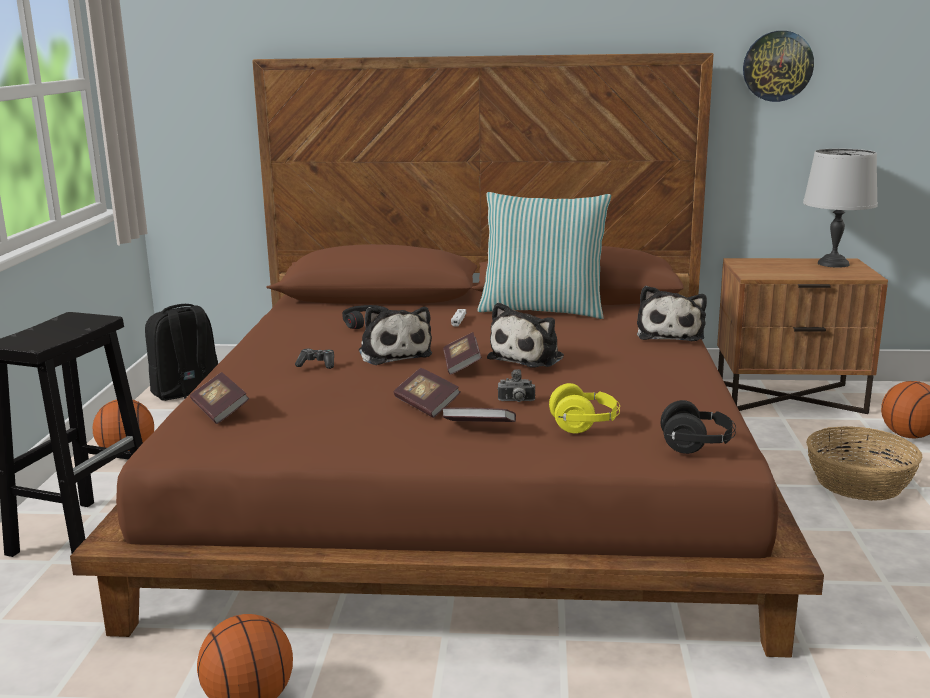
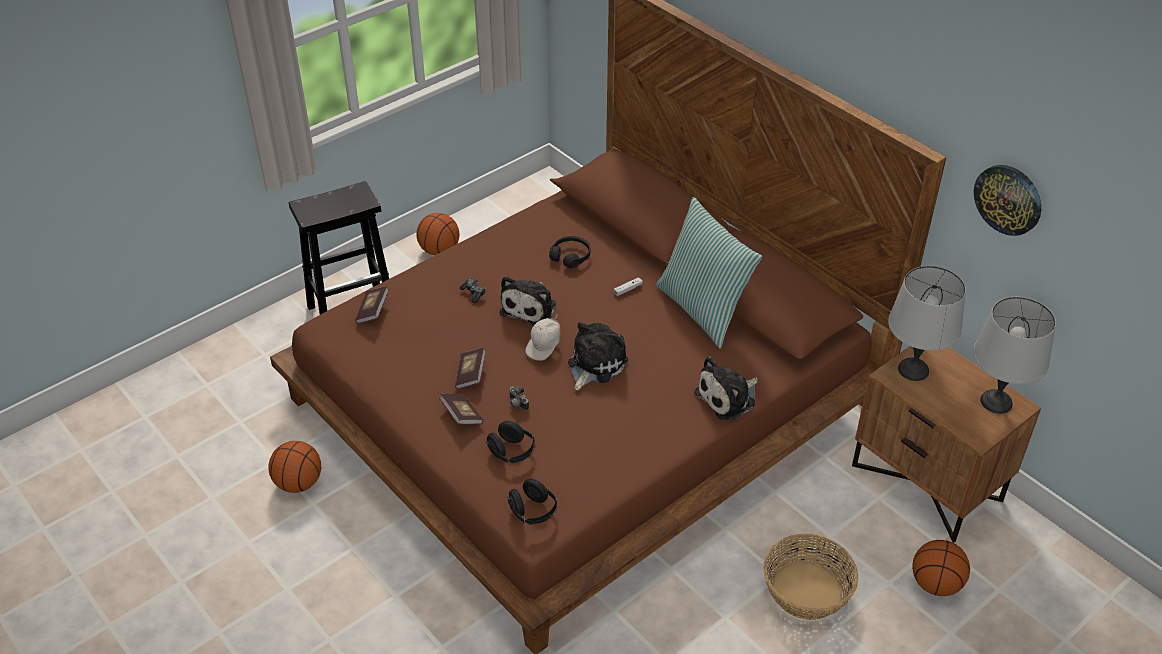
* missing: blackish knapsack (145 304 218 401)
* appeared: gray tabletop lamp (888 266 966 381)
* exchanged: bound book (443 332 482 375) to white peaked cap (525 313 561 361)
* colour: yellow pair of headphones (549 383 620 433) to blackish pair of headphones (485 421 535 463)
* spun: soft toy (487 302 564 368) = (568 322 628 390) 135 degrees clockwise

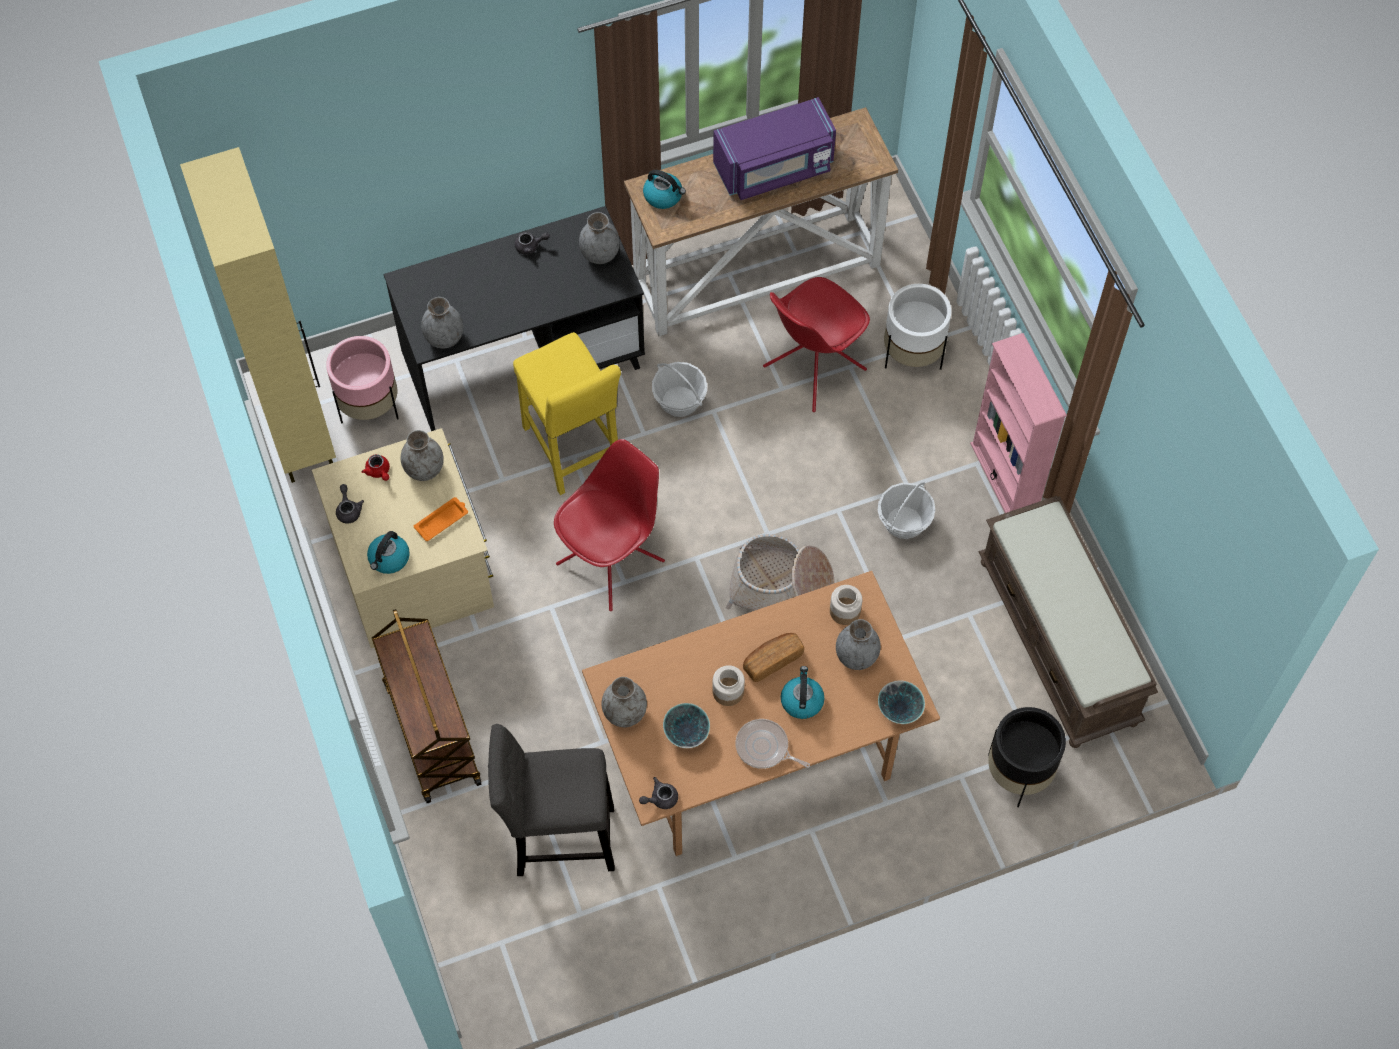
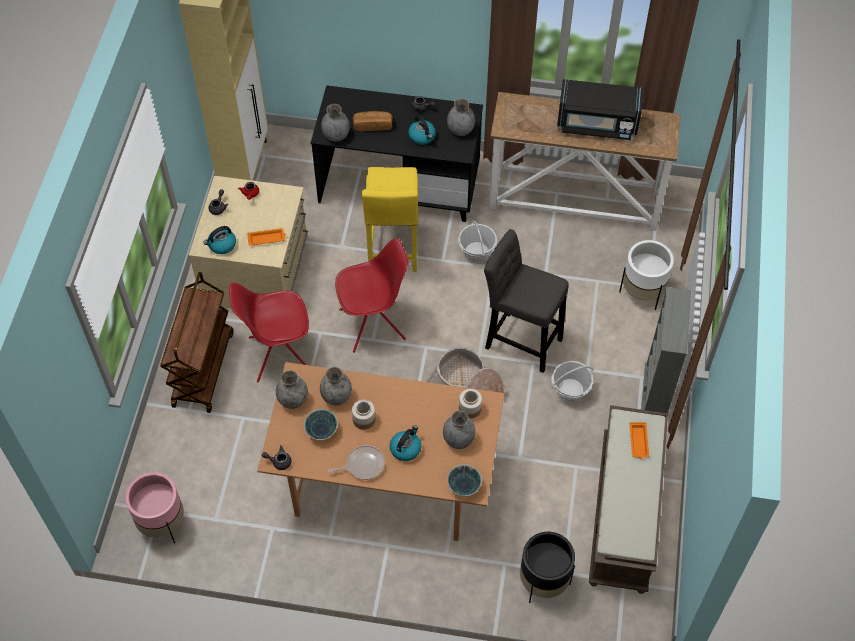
* appeared: orange serving tray (629 422 649 459)
* relocated: pinkish plant pot (326 336 399 423) to (125 472 184 543)
* relocated: gray vase (401 430 444 481) to (320 367 352 405)
* relocated: gray stool (488 724 615 876) to (484 229 569 373)
* relocated: kettle (643 170 686 209) to (408 116 436 145)
* relocated: bakery bread (743 633 804 682) to (353 111 393 131)
* relocated: red chair (763 277 870 412) to (229 283 309 382)
* colour: purple-coloured microwave oven (713 97 836 200) to blackish microwave oven (557 79 643 140)
* colour: pinkish bookcase (970 333 1067 513) to gray bookcase (641 287 691 413)
* spun: pan (736 719 810 769) = (328 445 385 480) 105 degrees clockwise

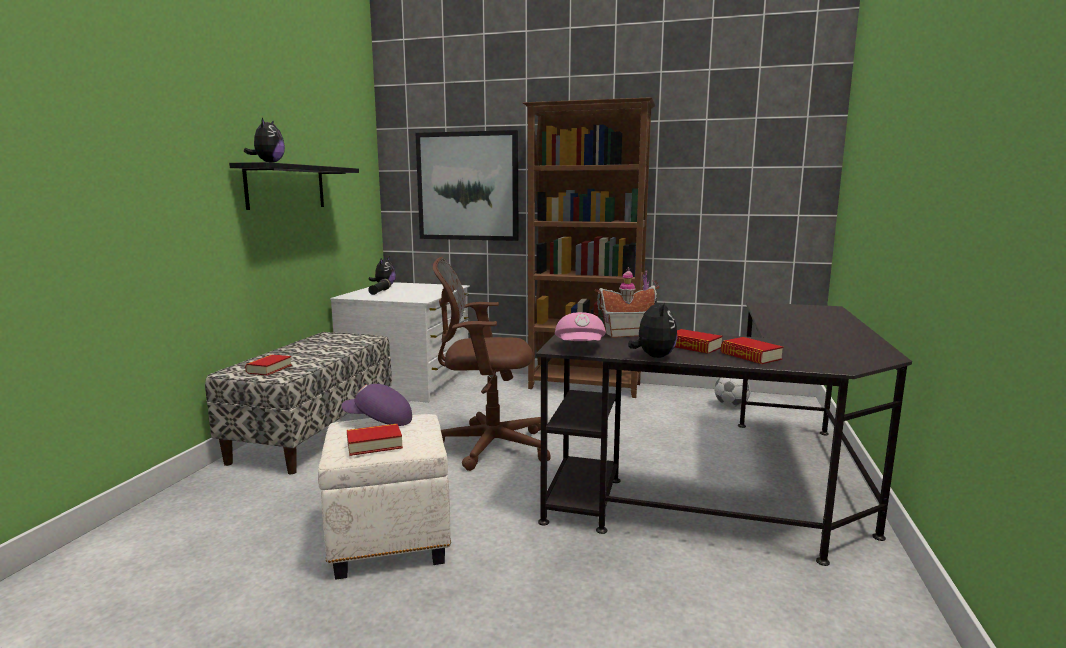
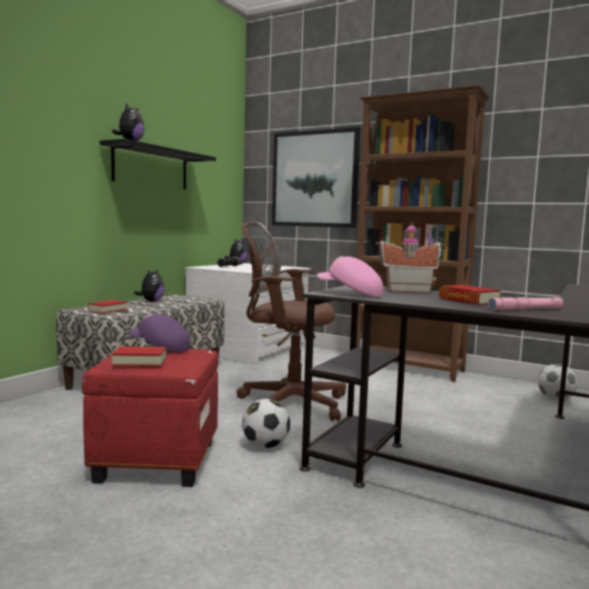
* appeared: ball for football (242 399 290 448)
* relocated: soft toy (628 298 677 358) to (134 269 164 302)
* exchanged: bound book (721 337 783 364) to pinkish hand torch (488 297 563 310)
* colour: white ottoman (318 414 451 580) to red ottoman (82 349 218 487)
* spun: pinkish peaked cap (555 312 606 341) = (317 256 384 297) 105 degrees clockwise

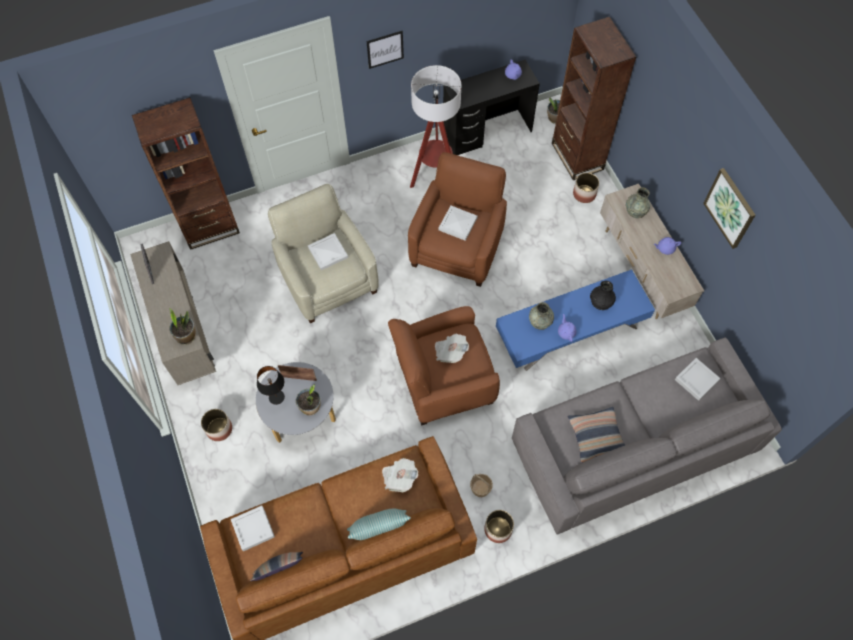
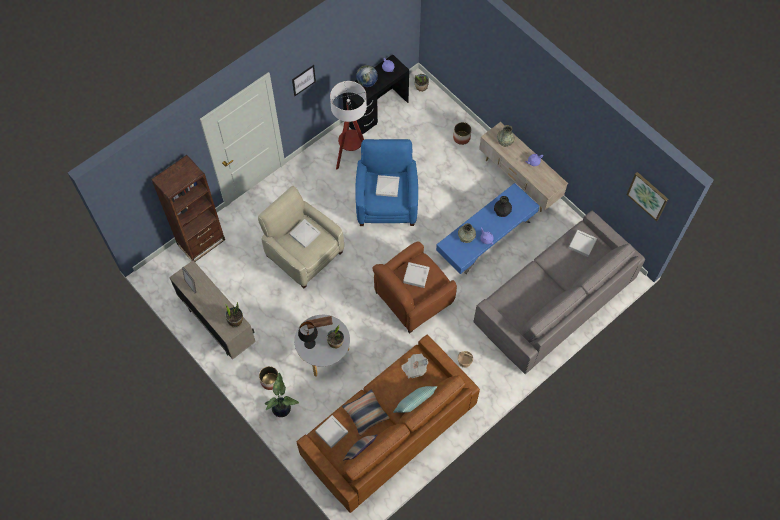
* missing: plant pot (484 510 514 543)
* missing: brown bookcase (552 17 636 180)
* appeared: houseplant (265 372 299 417)
* appeared: desk globe (356 65 378 87)
* relocated: pillow (568 407 625 463) to (342 389 390 436)
* relocated: picture (703 168 755 249) to (627 172 668 221)
* exchanged: printed paper (435 334 469 363) to gray serving tray (403 262 430 288)
* colour: brown armchair (408 152 507 287) to bluish armchair (355 139 418 226)

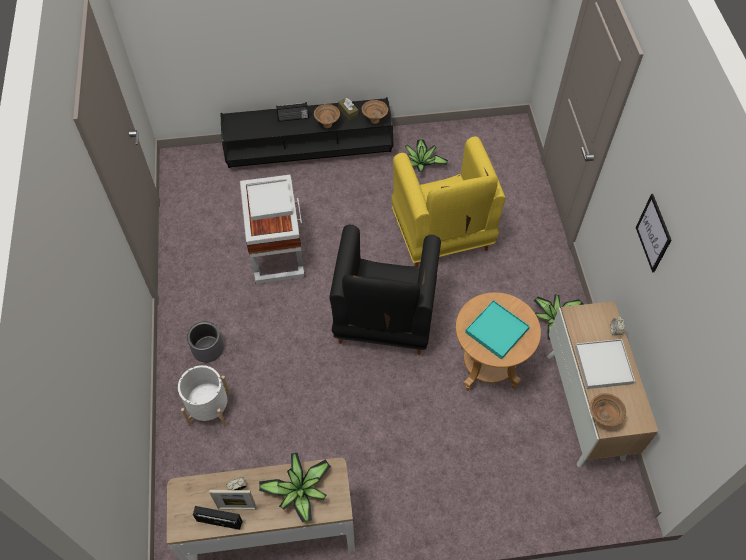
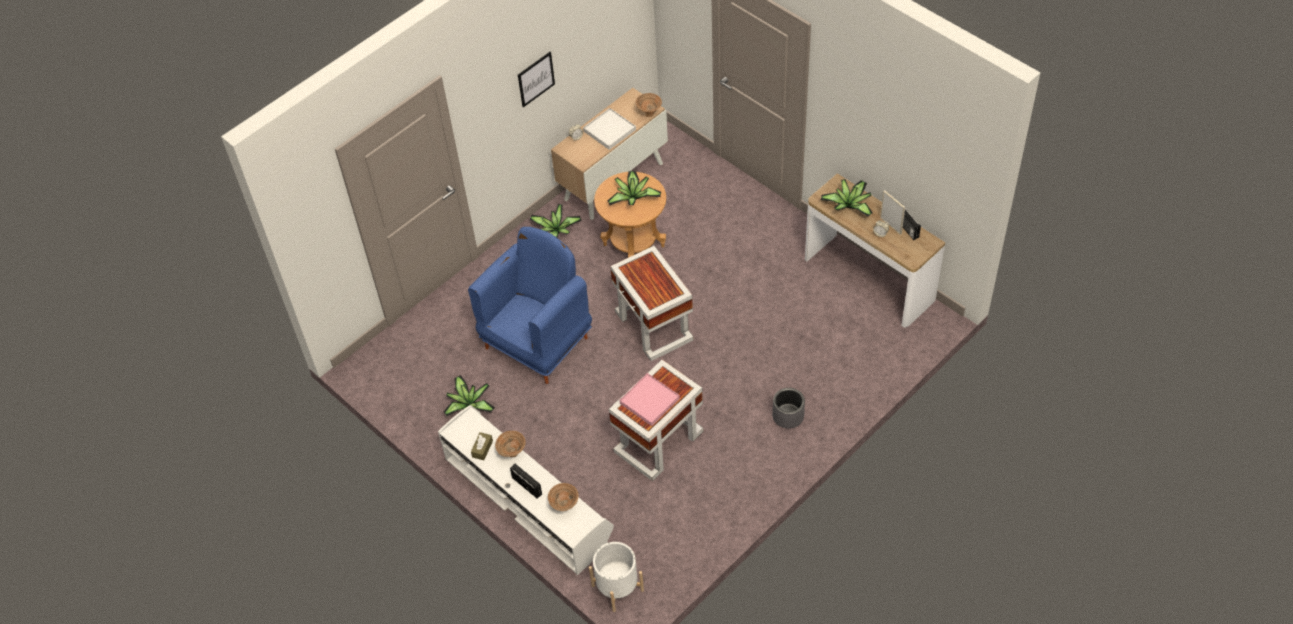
* relocated: white plant pot (178 365 230 427) to (589 542 644 612)
* relocated: brown serving bowl (361 100 388 124) to (548 483 579 511)
* exchanged: blackish armchair (329 225 441 355) to white side table (610 246 694 361)
* exchanged: turquoise serving tray (465 300 530 360) to houseplant (607 171 661 205)
* colour: blackish tv stand (221 97 393 168) to white tv stand (438 405 614 575)
* colour: white serving tray (247 179 293 221) to pinkish serving tray (620 373 680 426)
* colour: yellow armchair (391 137 506 266) to bluish armchair (468 227 592 384)

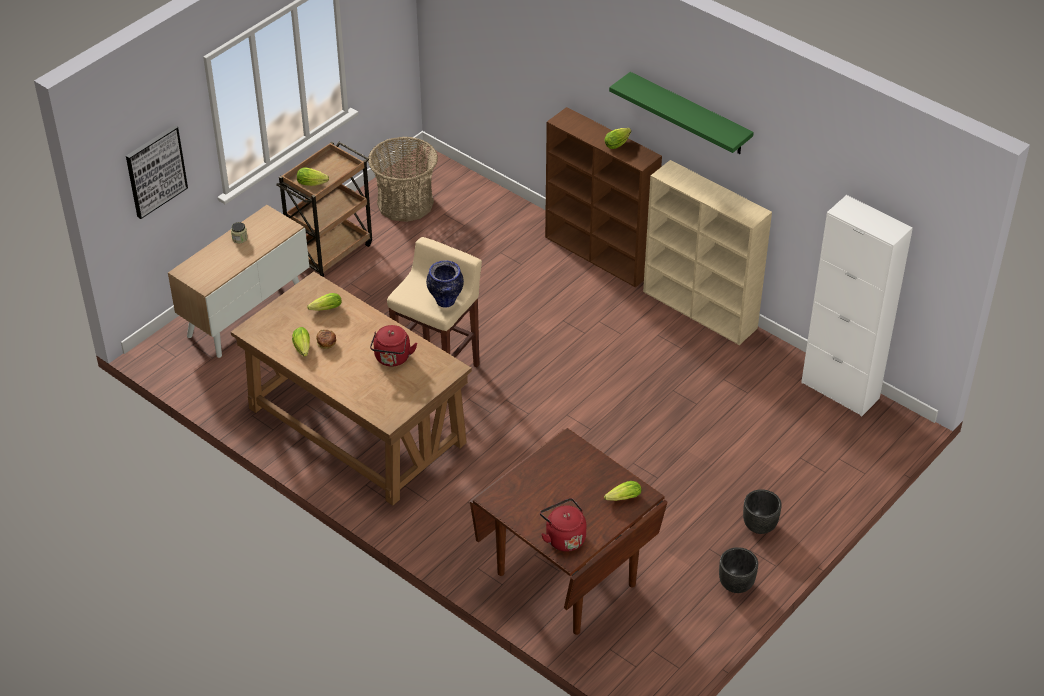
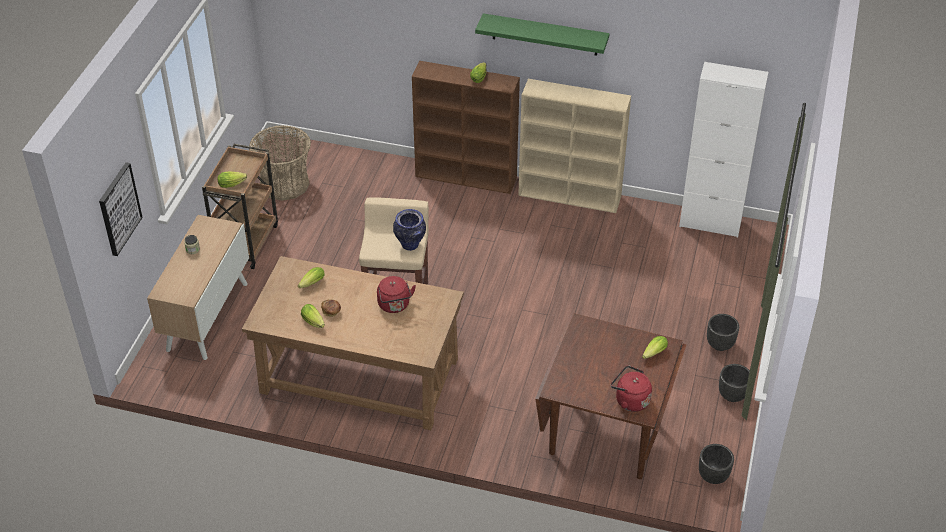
* appeared: blackish plant pot (699 444 734 484)

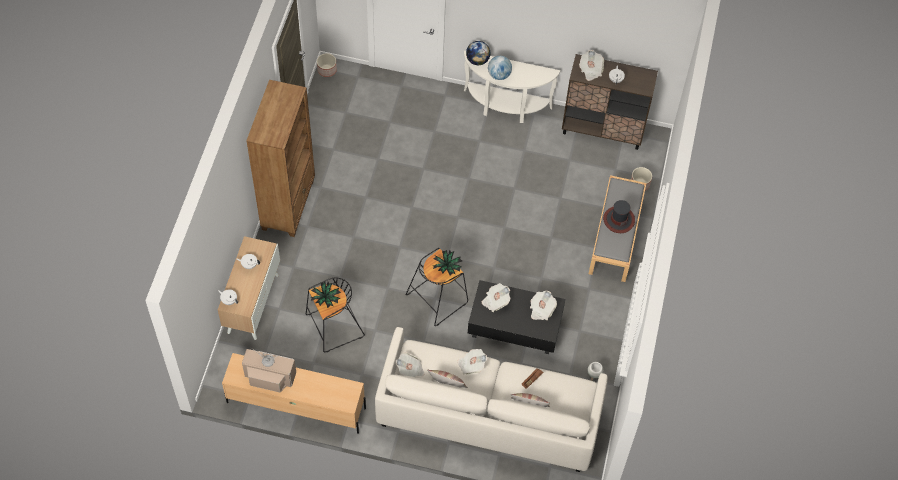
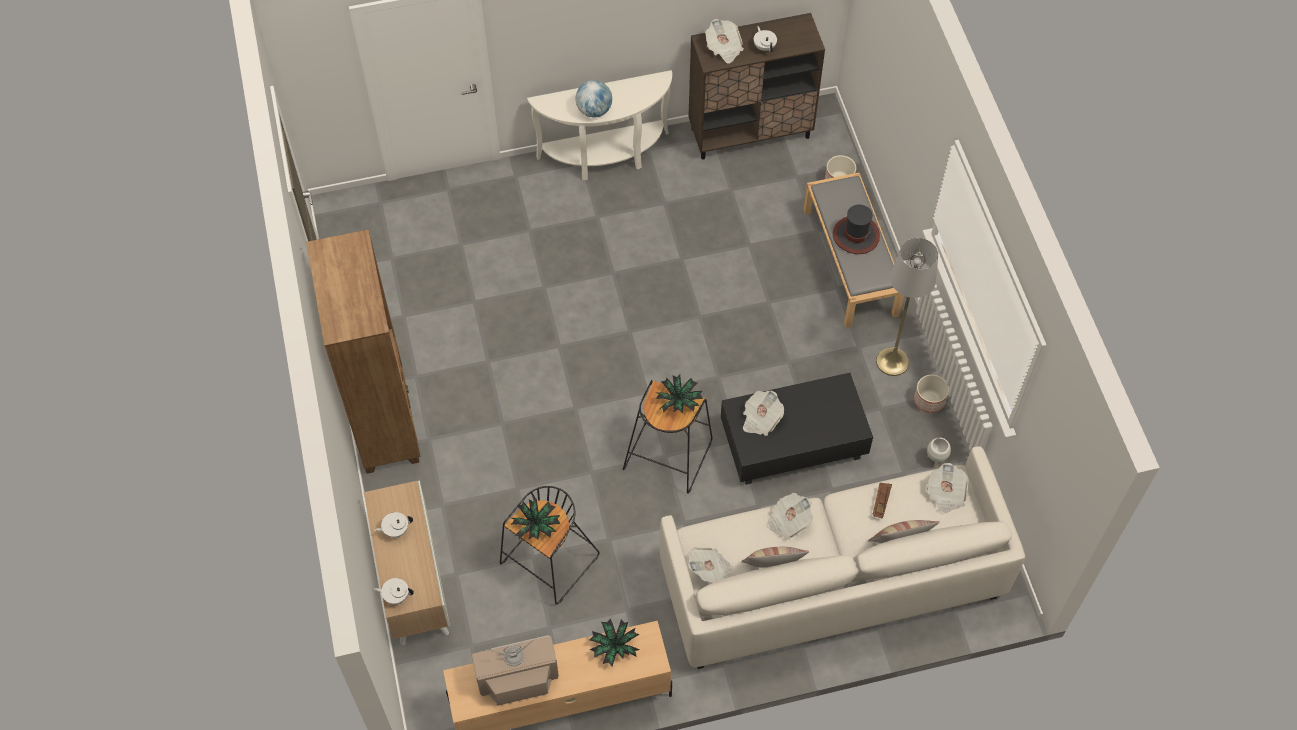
* missing: desk globe (466 41 491 65)
* appeared: houseplant (590 618 639 667)
* appeared: gray standard lamp (876 238 938 376)
* relocated: plant pot (317 53 337 77) to (914 375 949 413)
* relocated: printed paper (530 291 557 320) to (927 463 969 514)

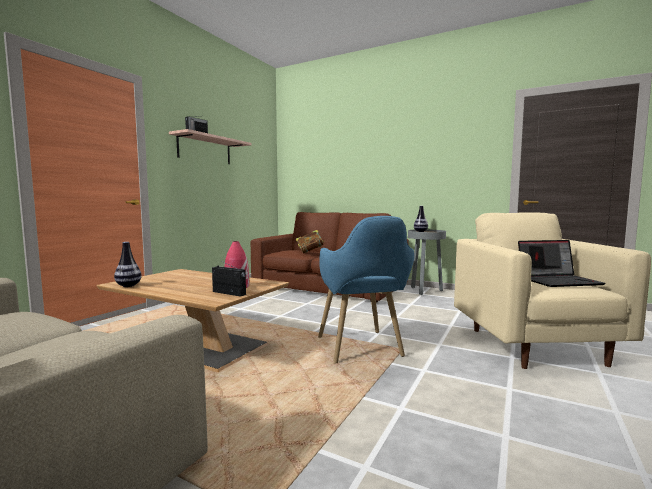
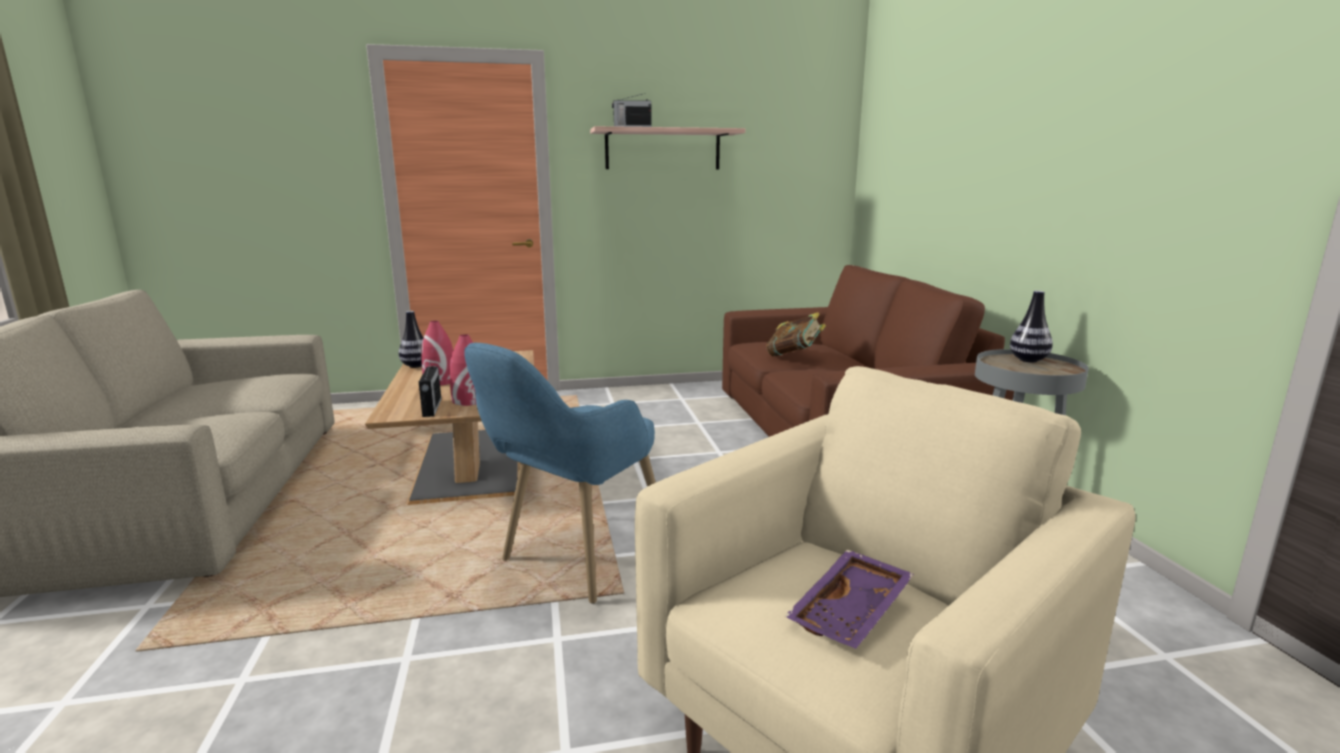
* appeared: red vase (421 321 453 386)
* exchanged: laptop (518 240 606 287) to purple-coloured serving tray (784 550 914 649)

